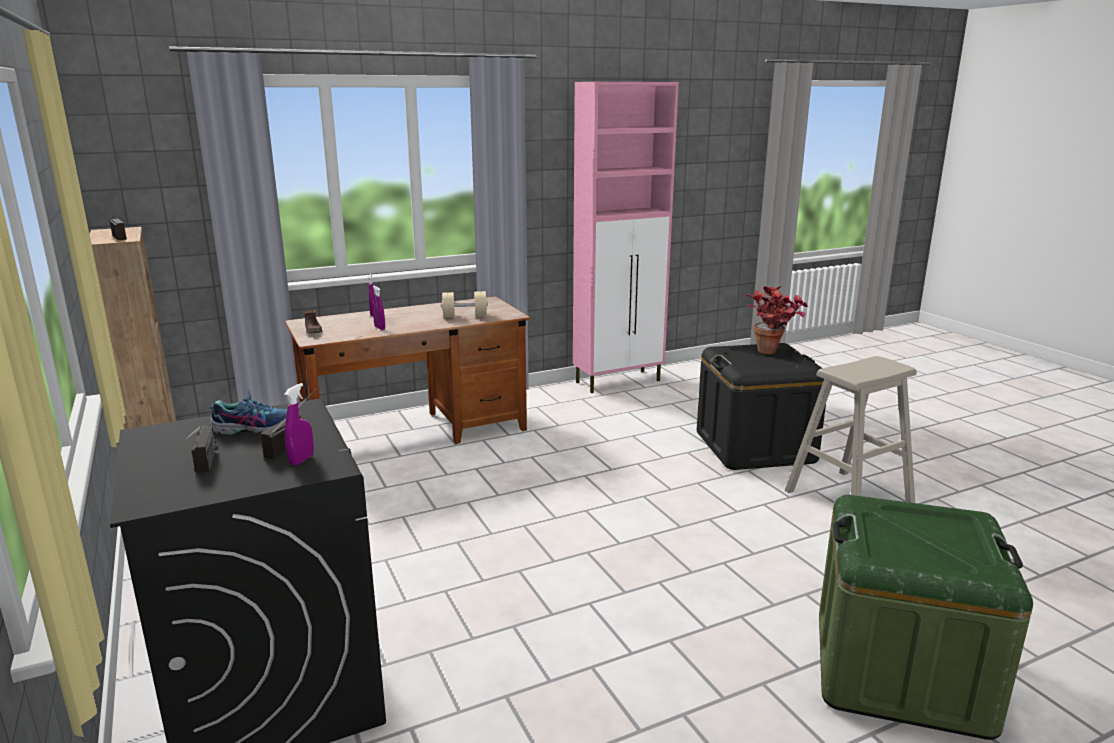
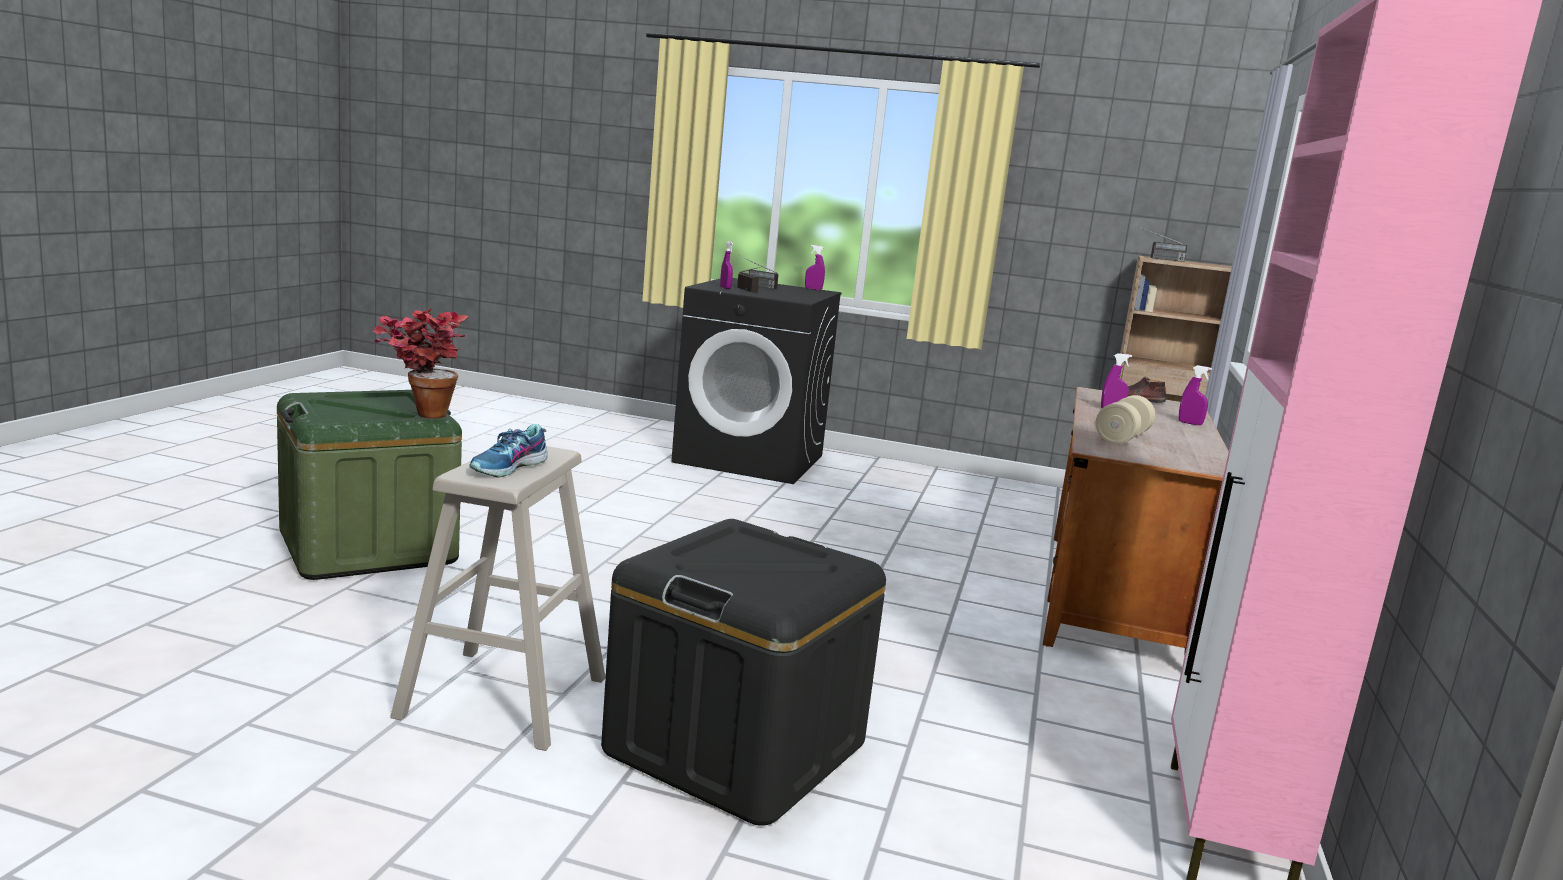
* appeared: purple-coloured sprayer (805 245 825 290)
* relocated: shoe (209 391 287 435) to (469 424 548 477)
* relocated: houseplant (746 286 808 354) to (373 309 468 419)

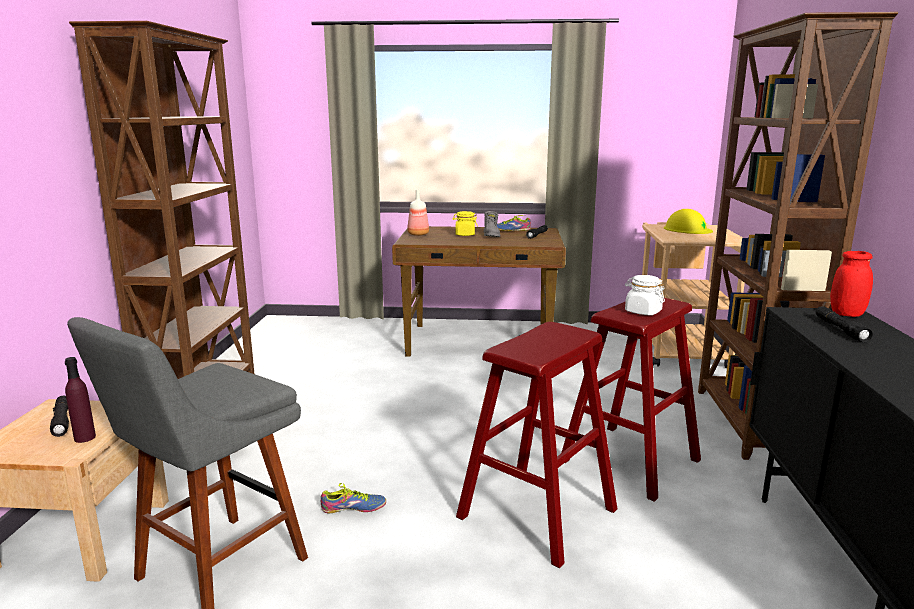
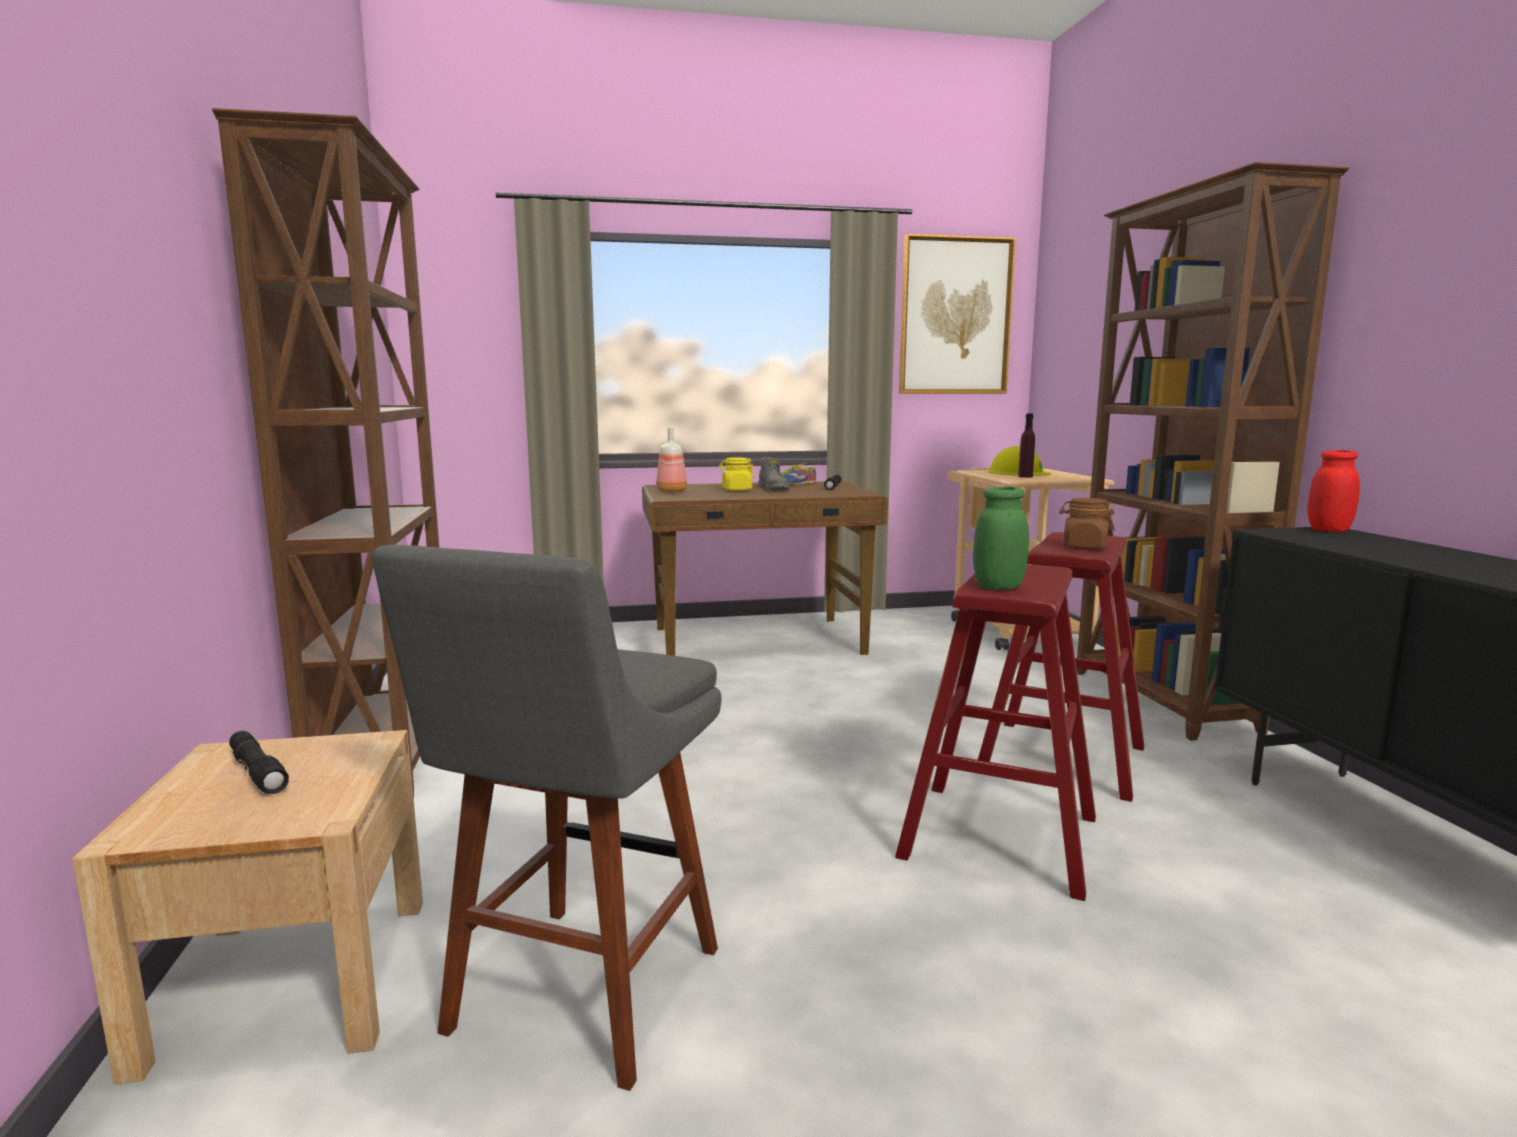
* missing: shoe (321 483 386 513)
* missing: blackish hand torch (816 306 873 342)
* appeared: picture (899 234 1016 394)
* appeared: green-coloured jar (973 487 1029 589)
* relocated: purple-coloured beverage bottle (65 357 96 443) to (1018 413 1035 478)
* colour: white jar (625 275 665 315) to brown jar (1059 498 1115 549)

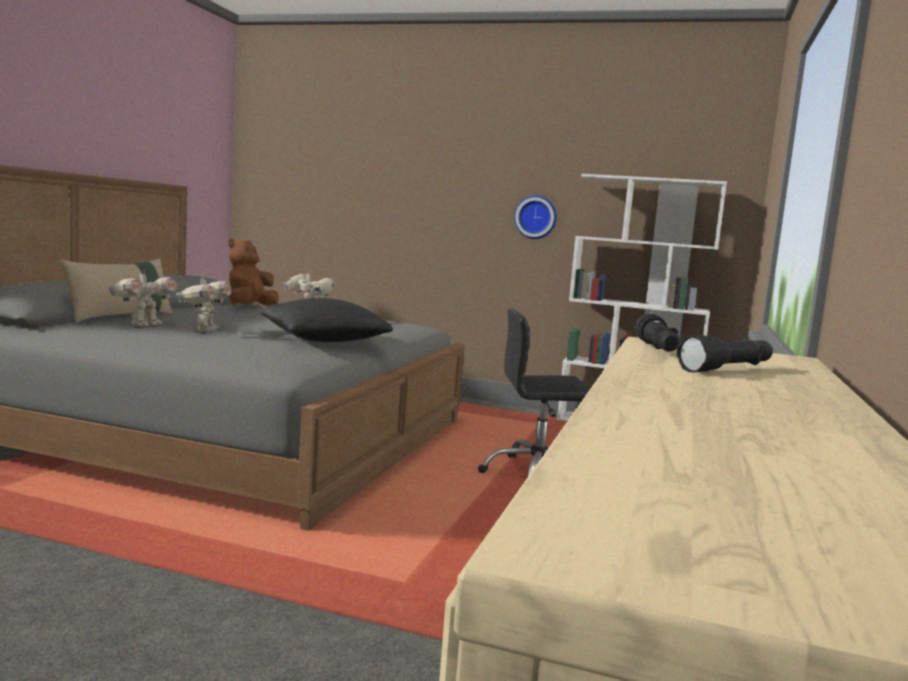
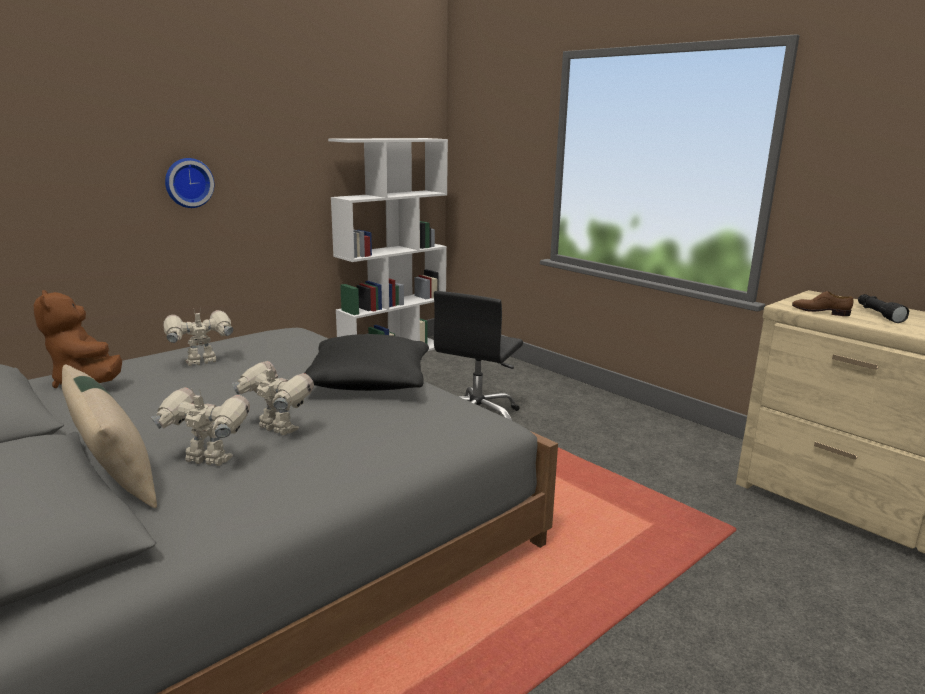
* relocated: clock on the wall (514 196 557 239) to (165 158 214 208)
* exchanged: blackish hand torch (635 313 680 351) to brown shoe (792 291 853 316)
* spun: model robot (109 269 178 326) = (151 388 250 466) 45 degrees counterclockwise

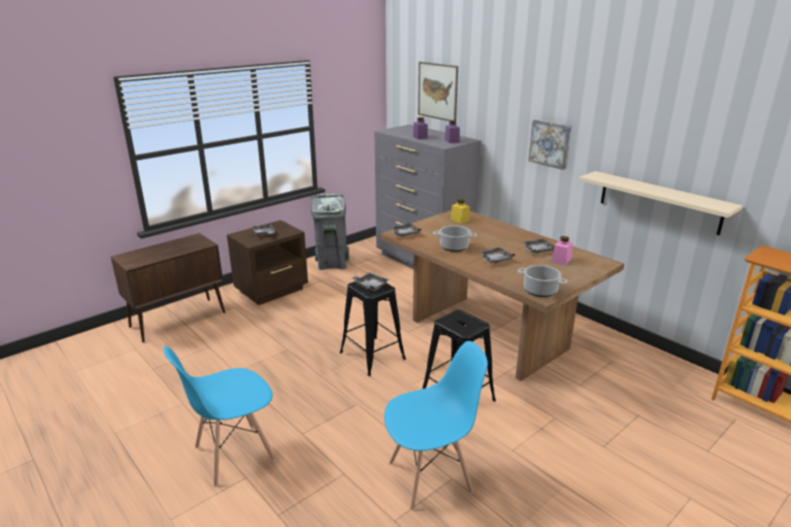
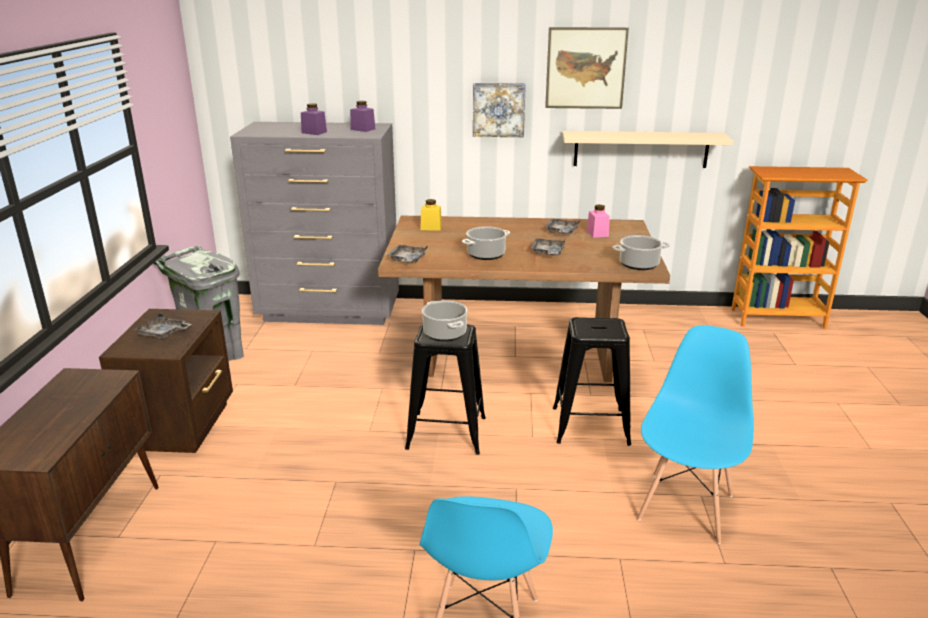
* relocated: picture (418 62 458 121) to (545 27 629 109)
* exchanged: gray serving tray (350 272 389 291) to saucepot (422 300 468 341)

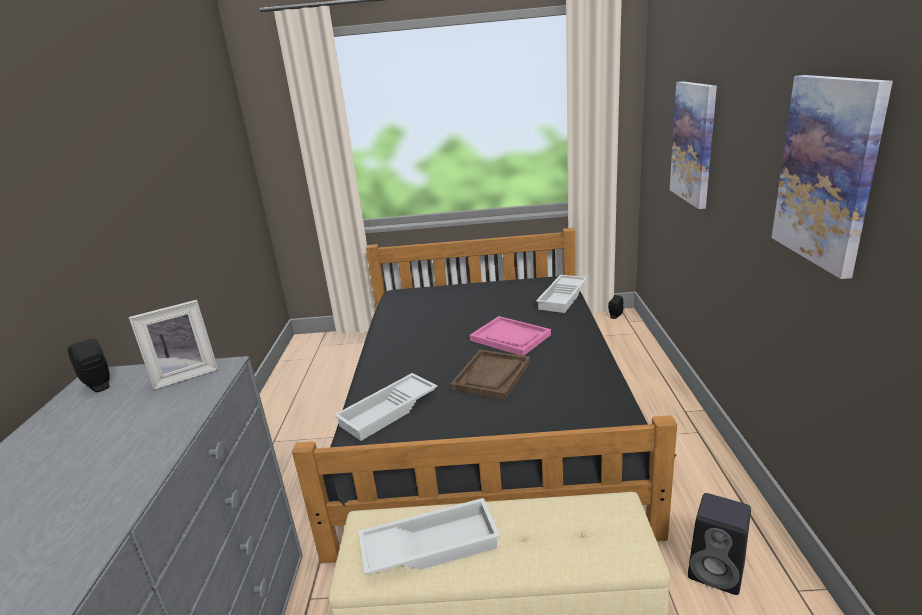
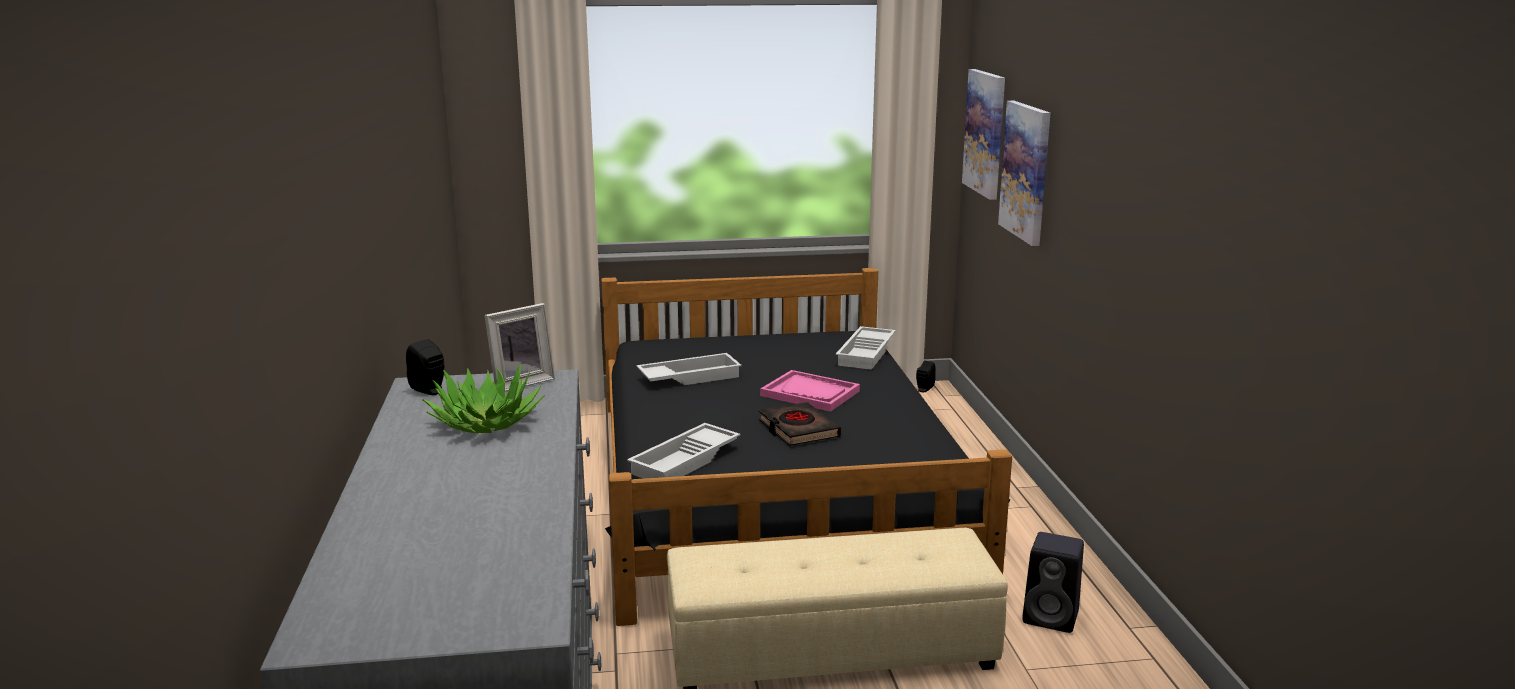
* appeared: houseplant (423 364 545 433)
* relocated: white serving tray (359 498 500 574) to (637 353 742 385)
* relocated: picture (772 75 893 279) to (962 69 1005 200)
* exchanged: brown serving tray (450 350 530 400) to blackish bound book (759 402 841 446)

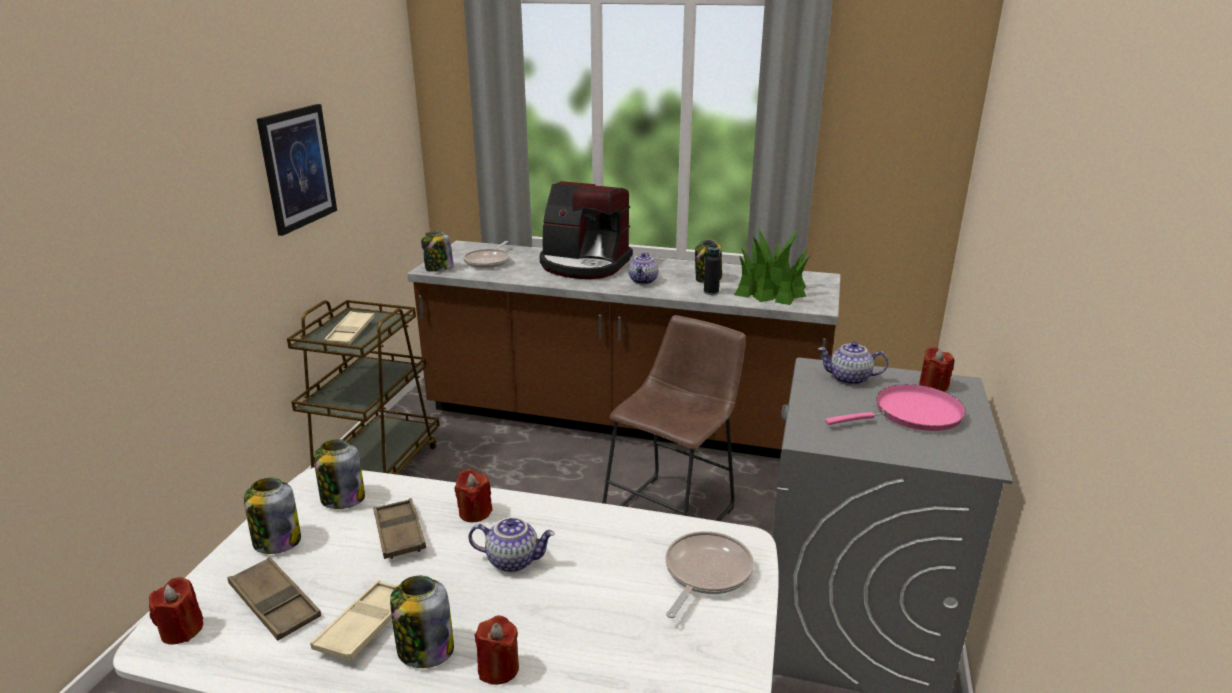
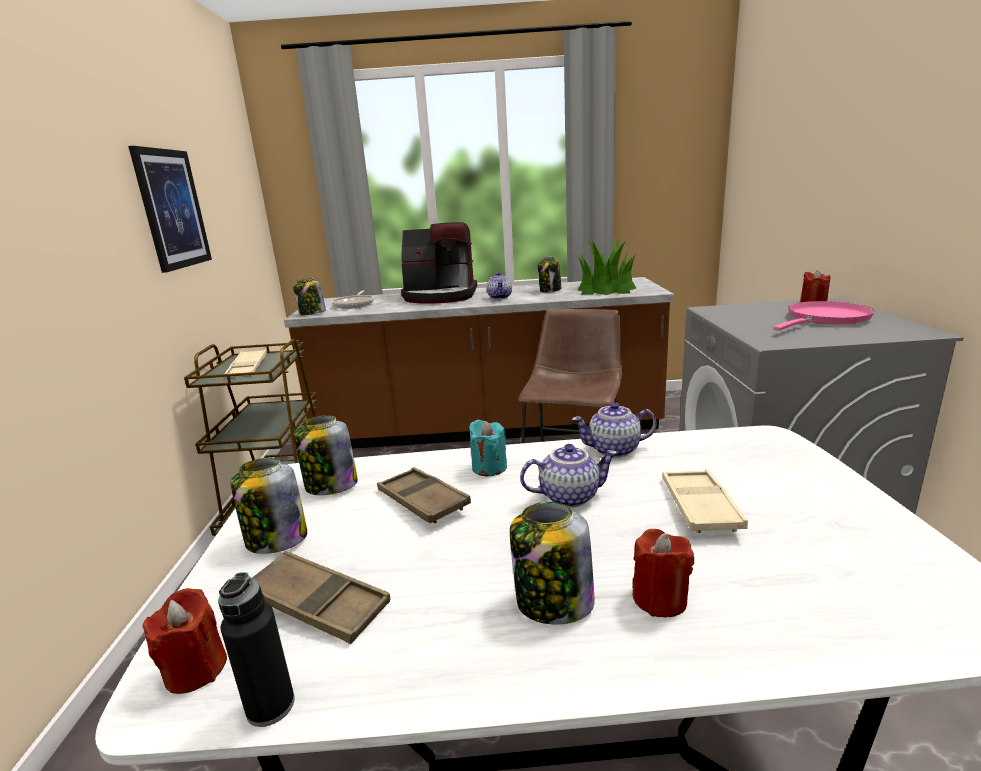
* missing: pan (666 531 754 618)
* relocated: beige-coloured serving tray (310 580 397 661) to (662 469 748 533)
* relocated: blackish beverage bottle (704 243 721 295) to (218 572 295 727)
* relocated: teapot (818 341 888 385) to (571 402 657 458)
* colour: red wax light (455 469 493 522) to turquoise wax light (469 420 507 476)

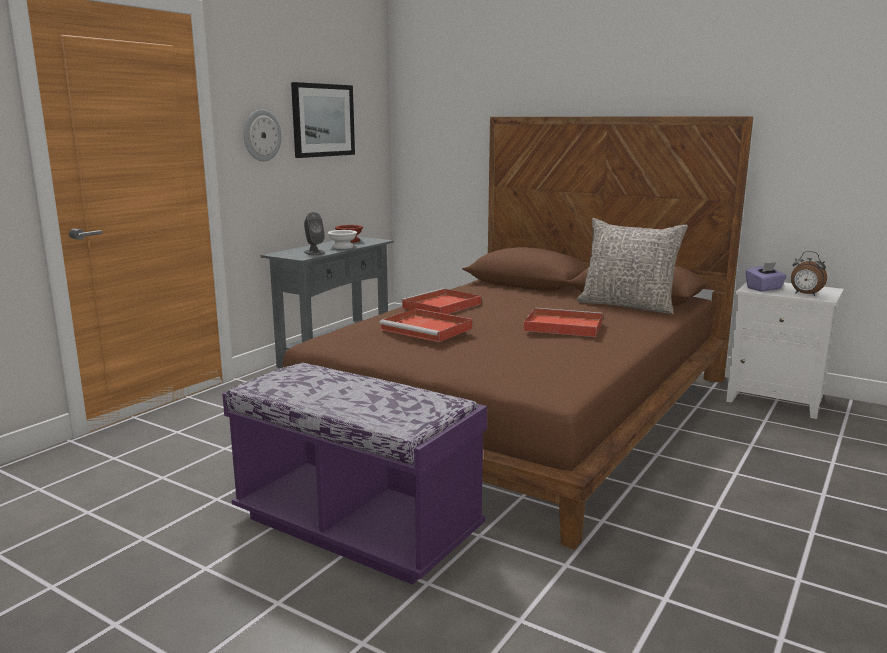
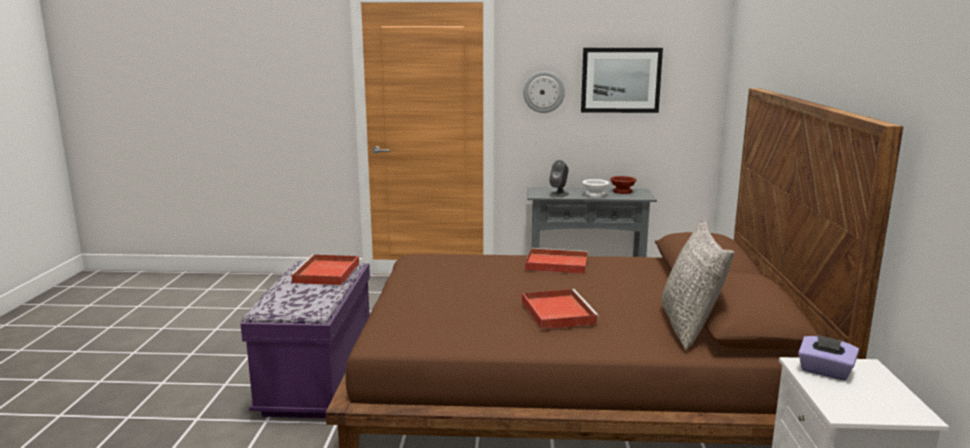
* missing: alarm clock (791 251 827 296)
* relocated: red serving tray (379 309 473 342) to (289 254 359 285)

